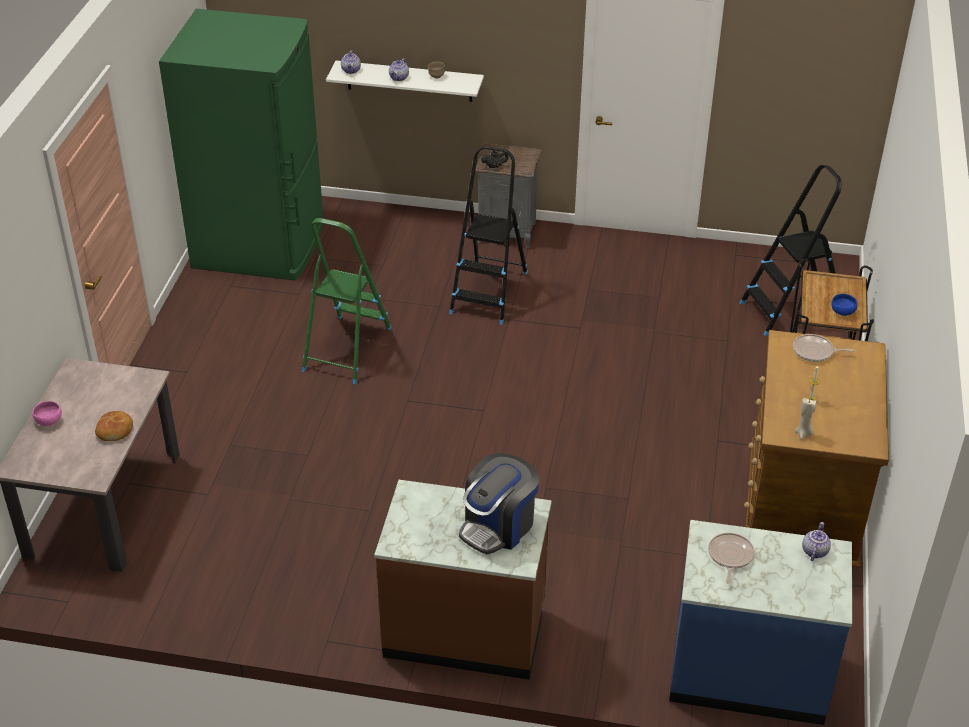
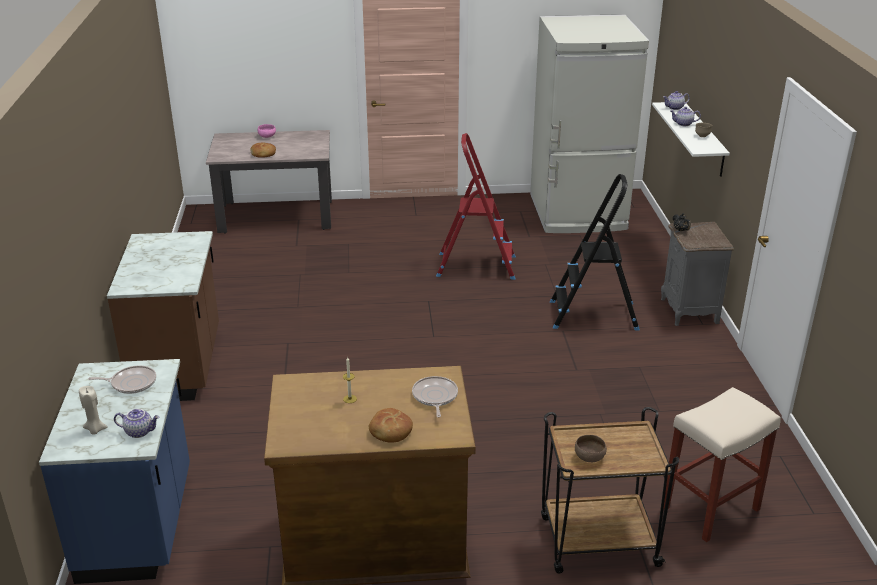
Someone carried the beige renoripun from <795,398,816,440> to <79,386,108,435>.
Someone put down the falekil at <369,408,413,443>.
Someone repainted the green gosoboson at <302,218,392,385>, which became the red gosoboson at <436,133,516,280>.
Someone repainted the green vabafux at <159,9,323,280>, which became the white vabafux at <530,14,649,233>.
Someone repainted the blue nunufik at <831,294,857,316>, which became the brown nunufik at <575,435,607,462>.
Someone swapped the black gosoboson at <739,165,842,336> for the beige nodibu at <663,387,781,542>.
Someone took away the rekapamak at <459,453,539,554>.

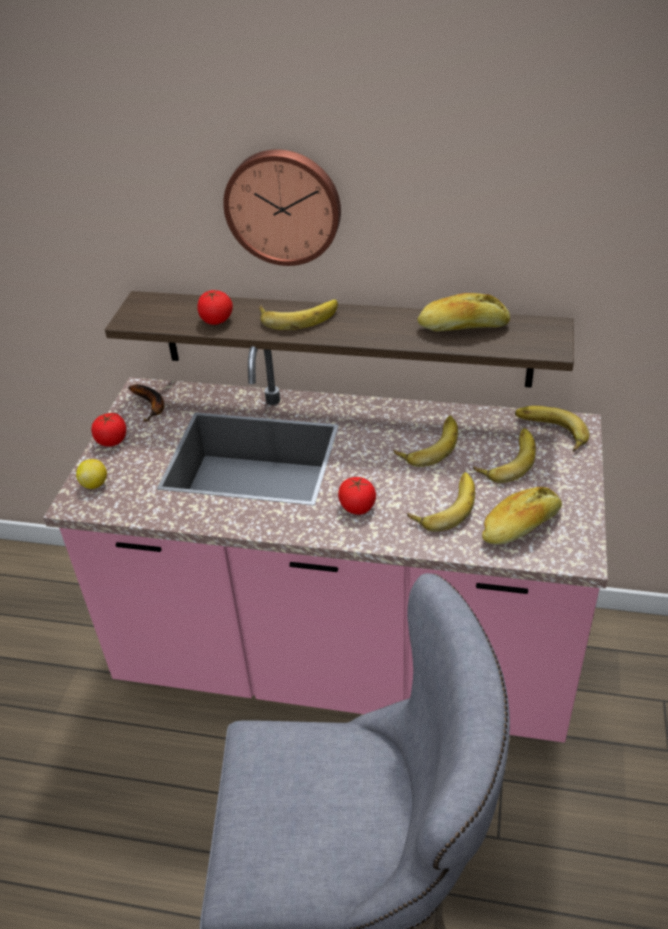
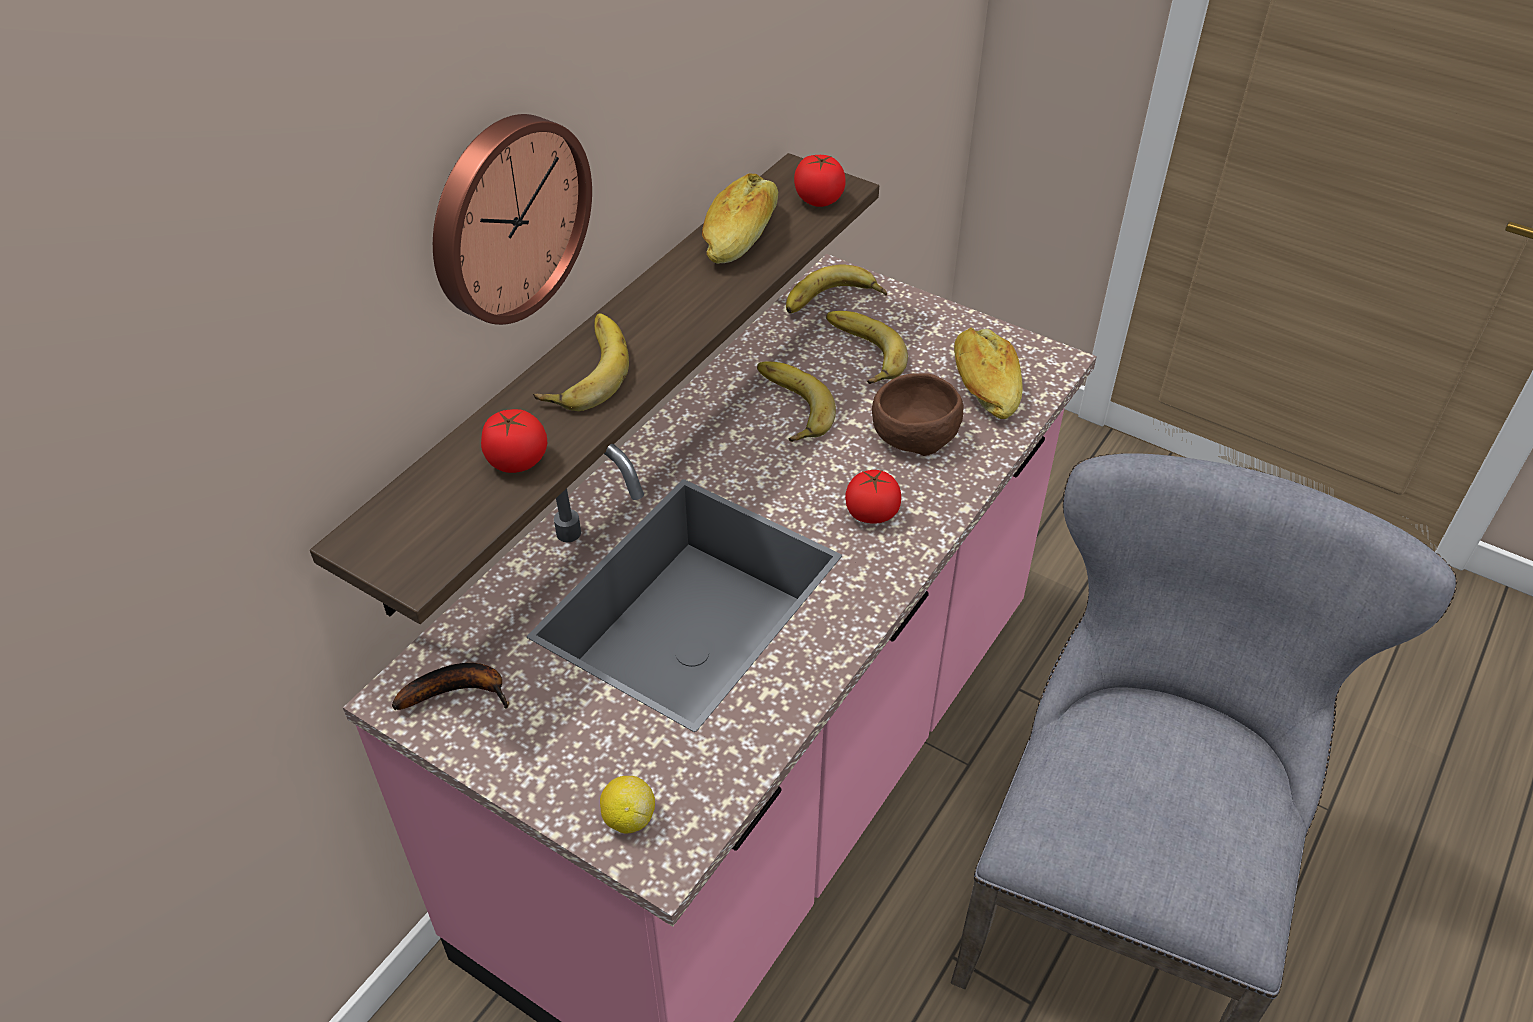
Someone carried the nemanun from <91,413,126,447> to <794,155,846,207>.
Someone swapped the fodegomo at <407,472,475,532> for the brown nunufik at <872,373,963,456>.

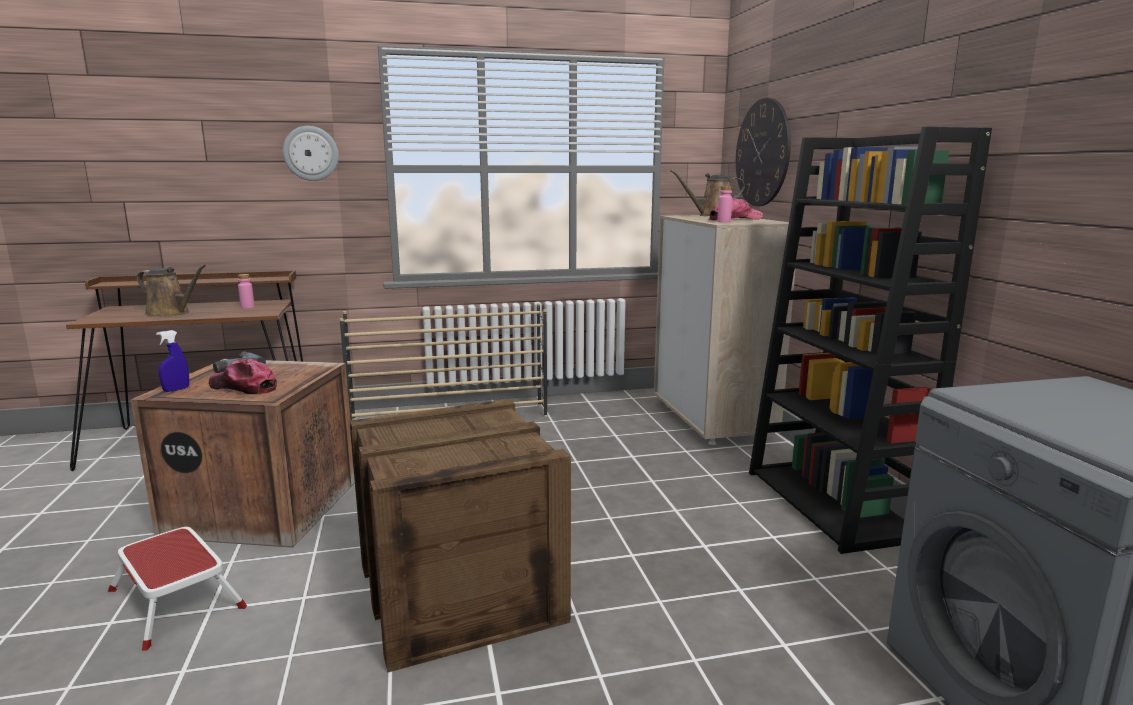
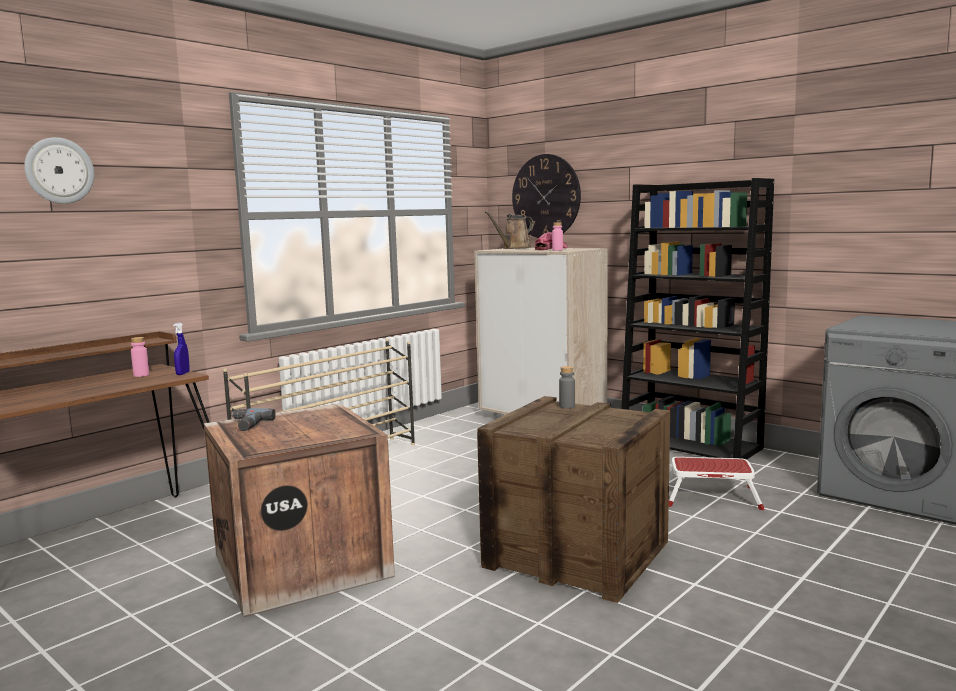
Someone carried the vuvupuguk from <283,126,339,181> to <24,137,94,204>.
Someone carried the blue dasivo from <156,330,189,392> to <173,322,190,375>.
Someone put down the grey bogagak at <559,366,575,409>.
Someone carried the red gosoboson from <108,527,247,651> to <669,457,765,510>.
Someone took away the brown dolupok at <137,265,206,317>.
Someone took away the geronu at <209,359,277,394>.

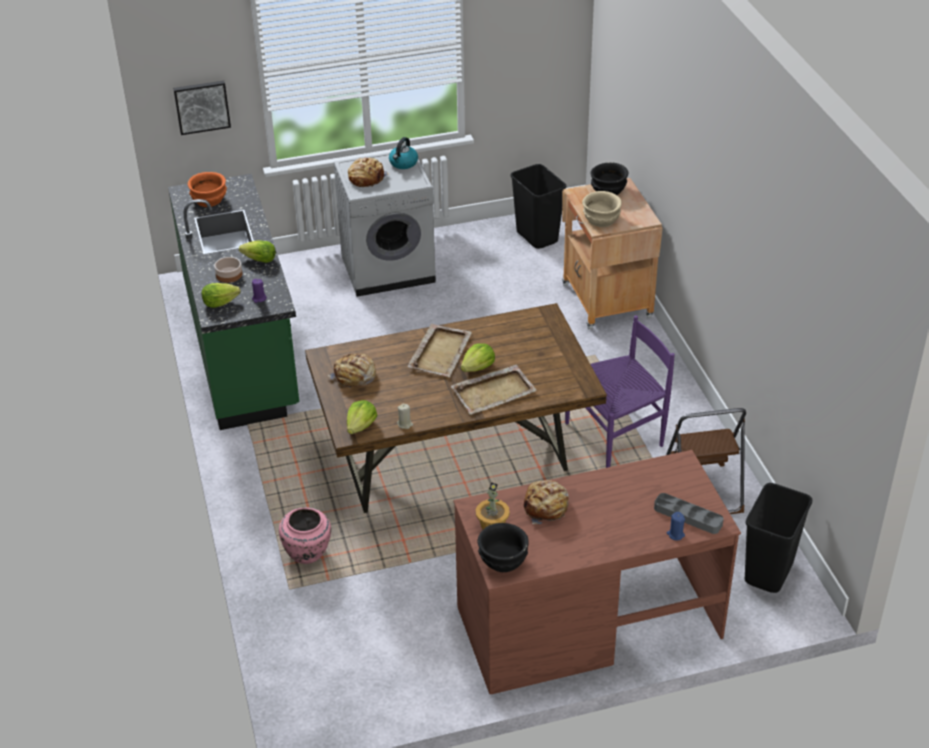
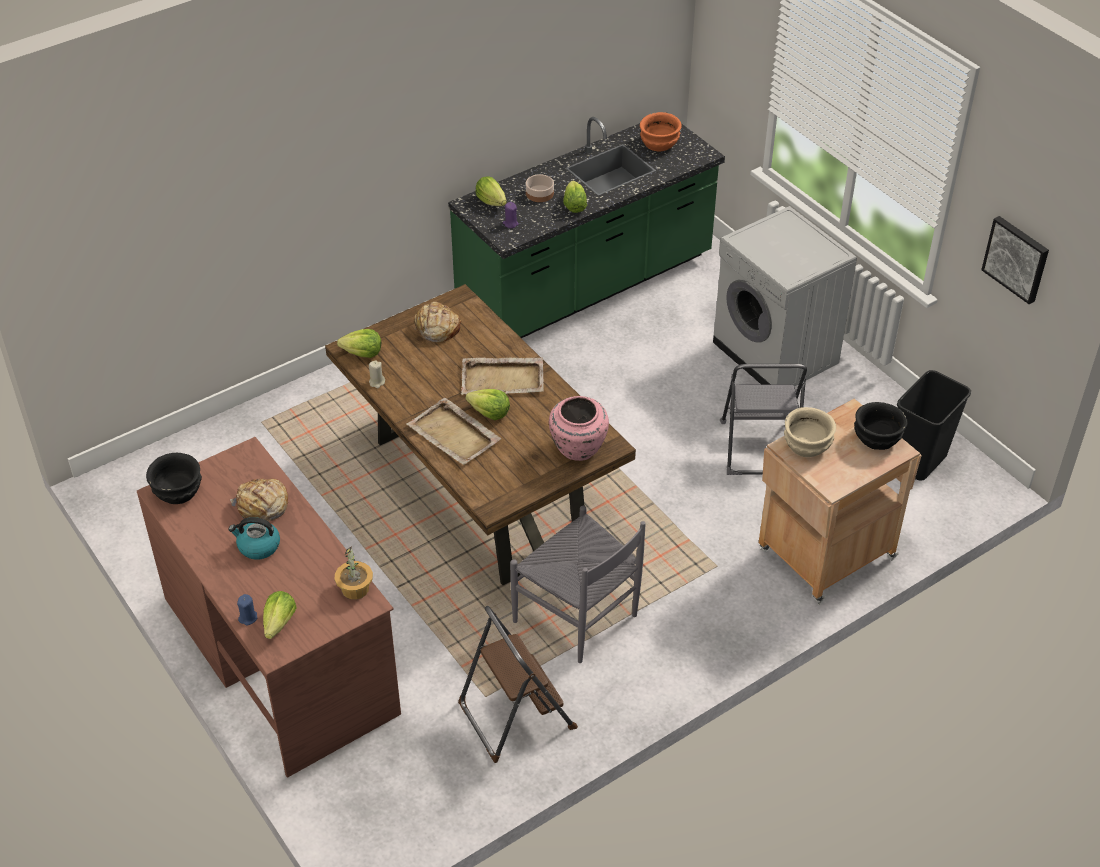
Someone carried the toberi from <389,137,418,169> to <229,517,280,560>.
Someone swapped the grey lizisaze at <654,493,724,534> for the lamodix at <263,591,297,639>.
Someone carried the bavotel from <476,482,510,529> to <334,546,373,600>.
Someone repainted the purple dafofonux at <565,315,675,468>, which became the grey dafofonux at <510,506,646,663>.
Someone carried the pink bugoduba from <279,507,331,564> to <549,396,609,461>.
Someone put down the grey gosoboson at <720,364,807,475>.
Someone carried the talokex from <173,81,231,135> to <981,216,1049,304>.
Someone took away the falekil at <348,158,389,187>.
Someone took away the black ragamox at <745,483,812,593>.

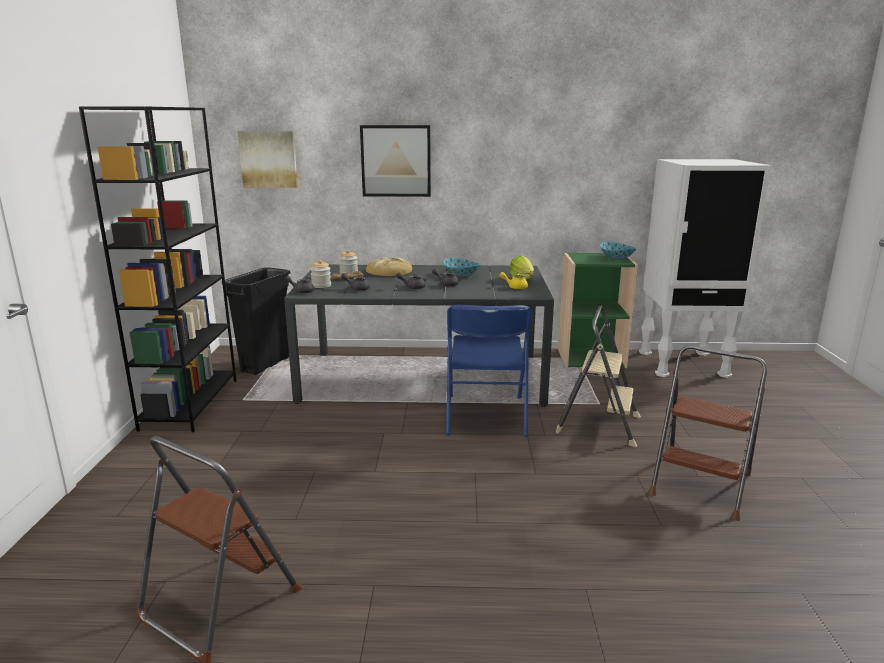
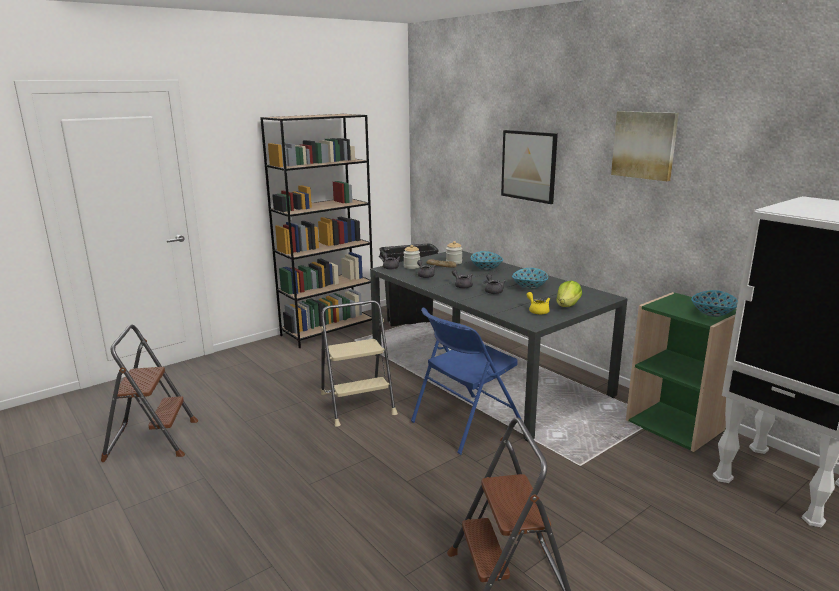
Someone repainted the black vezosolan at <79,106,237,432>, which became the beige vezosolan at <260,114,373,348>.
Someone carried the beige gosoboson from <556,306,641,447> to <321,300,398,427>.
Someone swapped the falekil at <366,257,412,276> for the nunufik at <471,251,503,270>.
Someone carried the talokex from <238,131,298,188> to <611,111,679,181>.

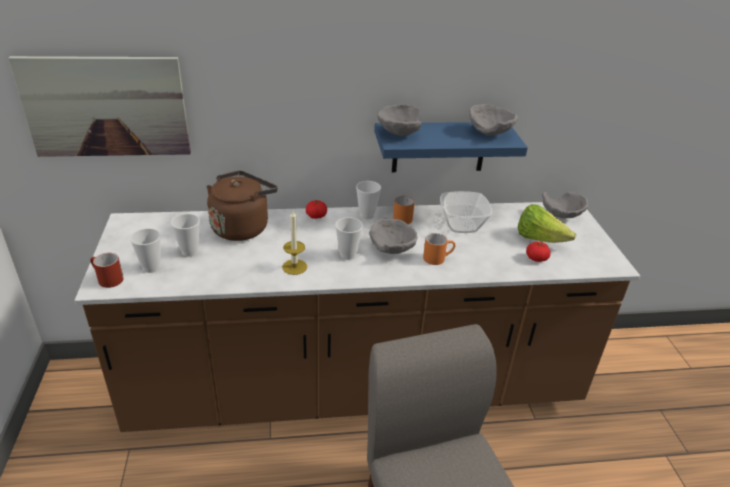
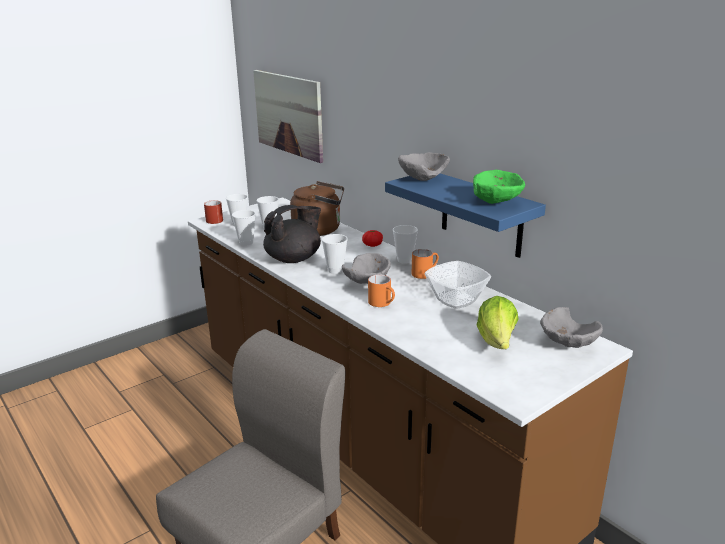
Someone put down the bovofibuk at <232,210,256,246>.
Someone swapped the renoripun at <282,211,307,275> for the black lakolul at <263,205,321,263>.
Someone repainted the grey nunufik at <469,104,518,136>, which became the green nunufik at <473,170,525,204>.
Someone took away the nemanun at <526,242,551,262>.

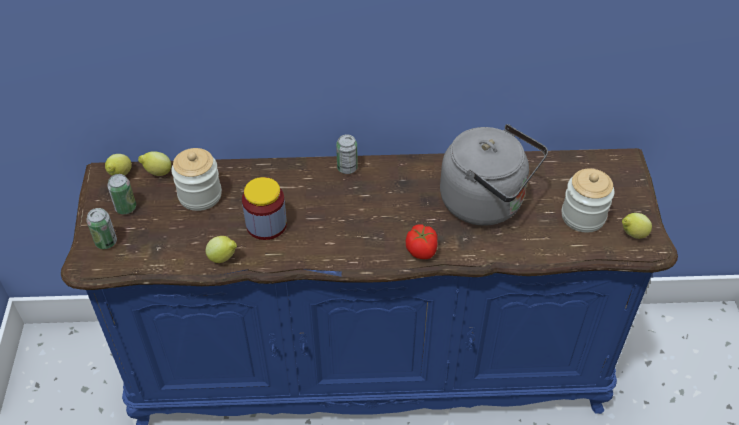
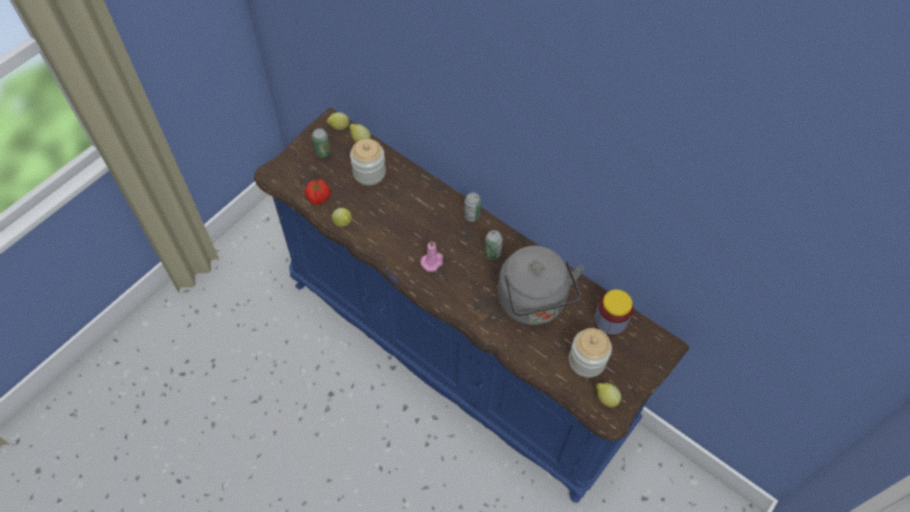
Someone carried the nemanun from <406,224,438,259> to <304,179,331,205>.
Someone put down the pink renoripun at <420,241,443,272>.
Someone carried the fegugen from <86,208,117,249> to <484,230,503,260>.
Someone carried the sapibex from <242,177,287,240> to <594,289,633,336>.

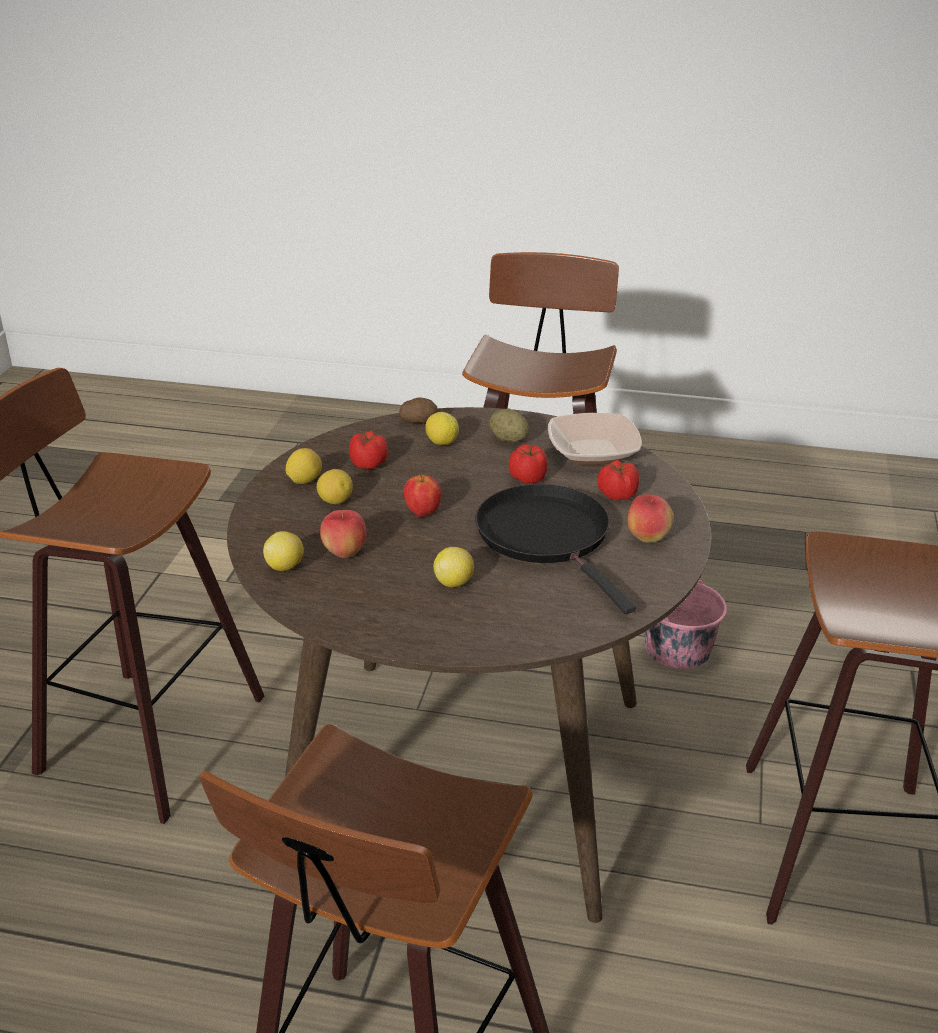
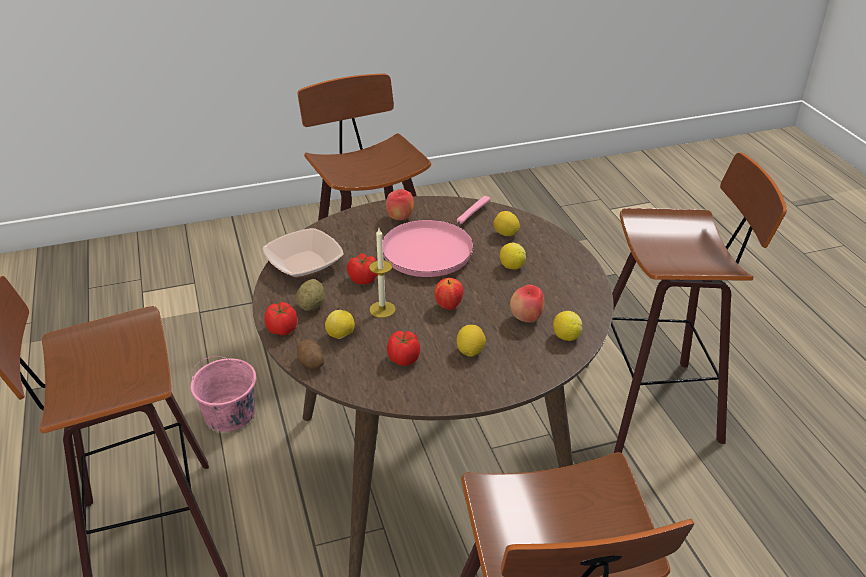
Someone carried the nemanun from <597,460,640,501> to <264,302,297,335>.
Someone put down the renoripun at <369,228,396,318>.
Someone repainted the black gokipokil at <475,484,636,614>, which became the pink gokipokil at <382,196,491,277>.
Someone carried the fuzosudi from <285,448,322,484> to <493,211,520,236>.

